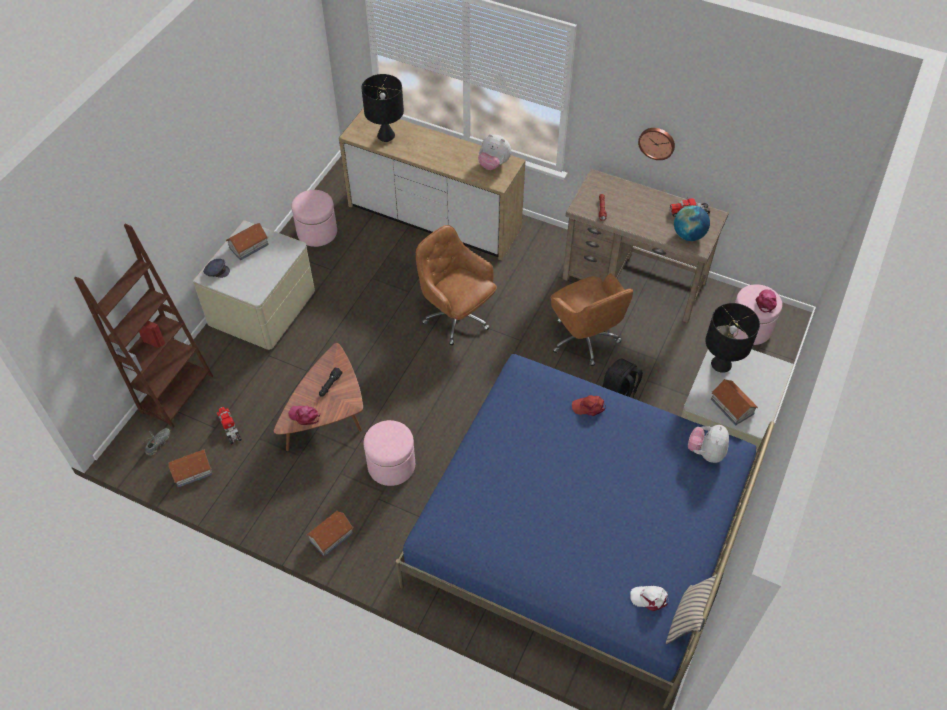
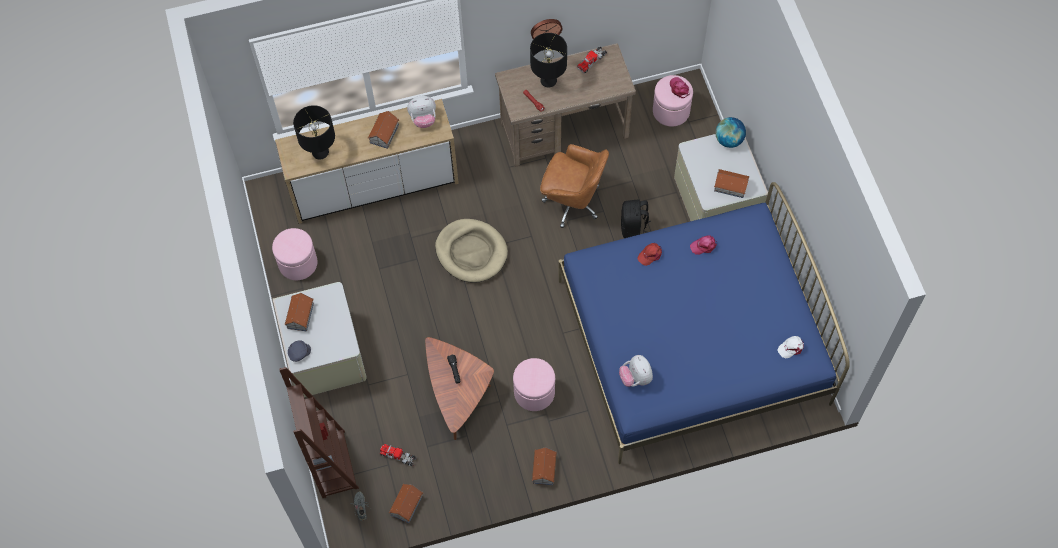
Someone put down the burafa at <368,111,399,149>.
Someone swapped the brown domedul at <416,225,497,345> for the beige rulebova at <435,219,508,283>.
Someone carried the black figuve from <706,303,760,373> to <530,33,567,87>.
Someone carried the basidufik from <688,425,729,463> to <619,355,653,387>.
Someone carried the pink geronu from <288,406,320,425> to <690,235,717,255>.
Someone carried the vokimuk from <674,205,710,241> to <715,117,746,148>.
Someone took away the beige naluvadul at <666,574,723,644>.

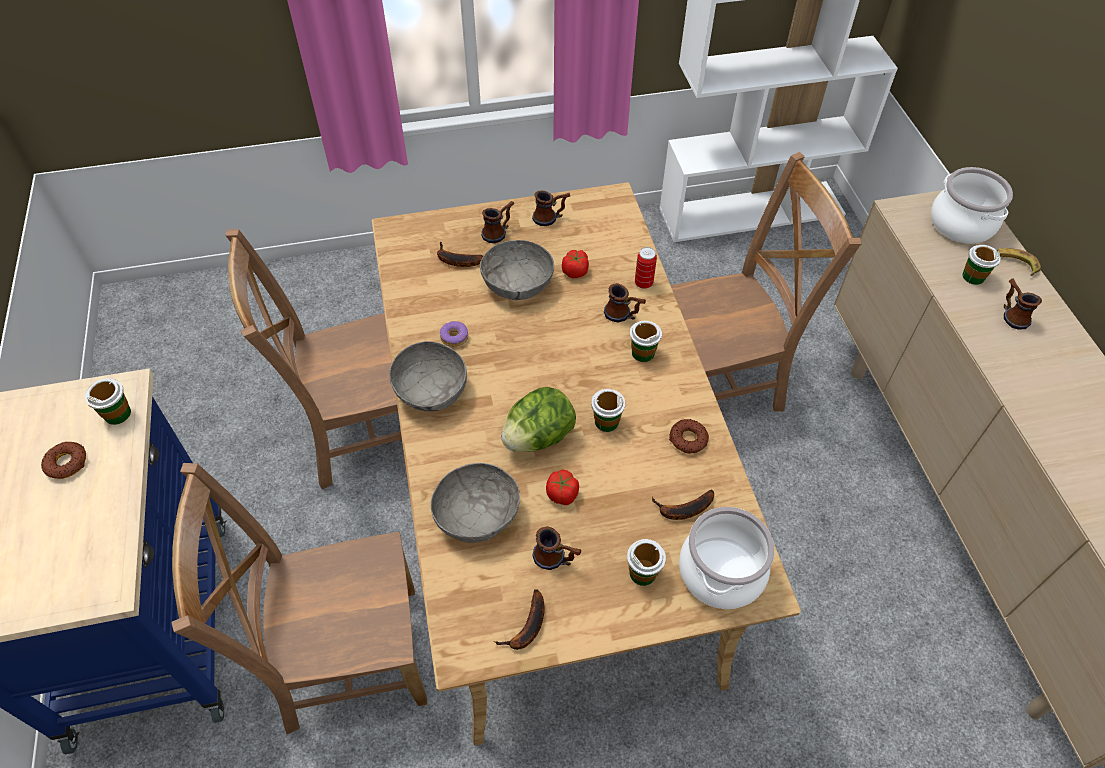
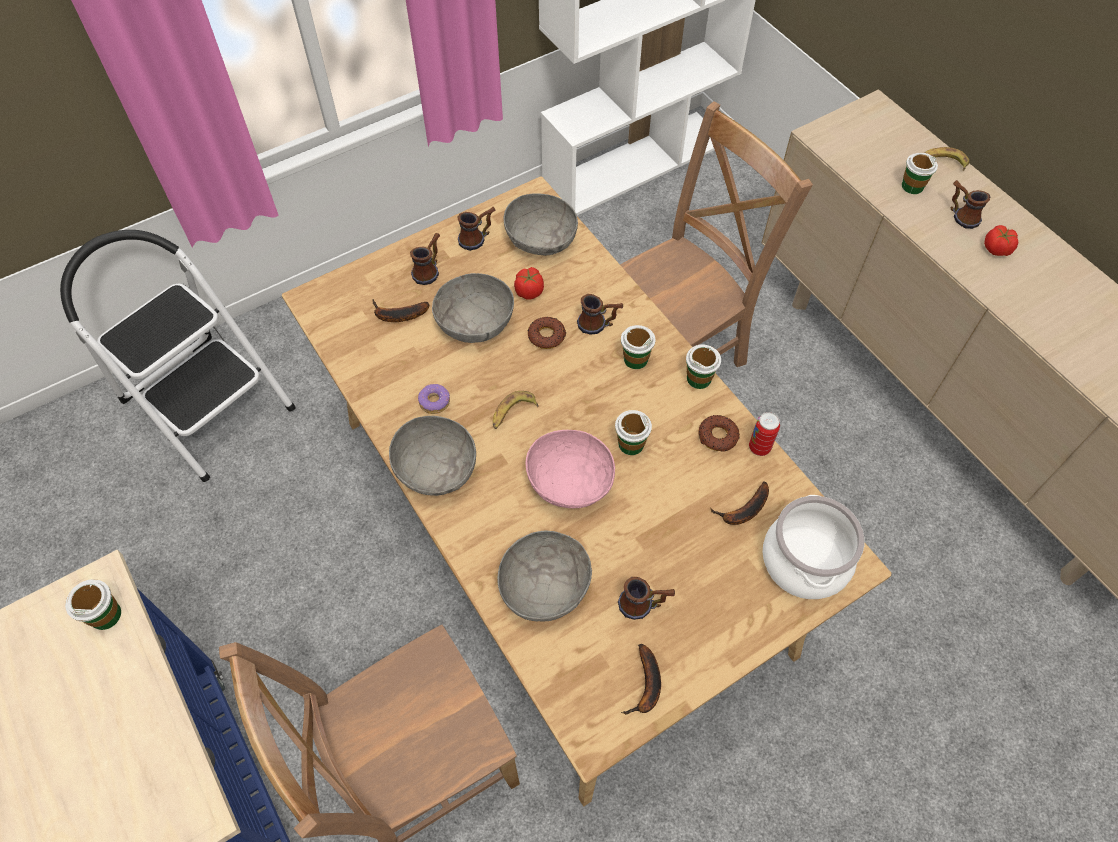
Someone put down the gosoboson at <60,230,296,482>.
Someone put down the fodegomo at <493,391,539,429>.
Someone put down the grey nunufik at <503,193,578,256>.
Someone swapped the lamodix at <501,387,576,452> for the pink nunufik at <525,430,615,508>.
Someone carried the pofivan from <41,442,86,479> to <528,317,567,349>.
Someone carried the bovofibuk from <627,539,666,586> to <686,345,721,389>.
Someone carried the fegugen from <635,247,657,289> to <749,412,780,456>.
Someone carried the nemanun from <546,469,579,505> to <984,225,1018,256>.
Someone took away the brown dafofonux at <225,229,402,490>.
Someone took away the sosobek at <931,167,1013,244>.

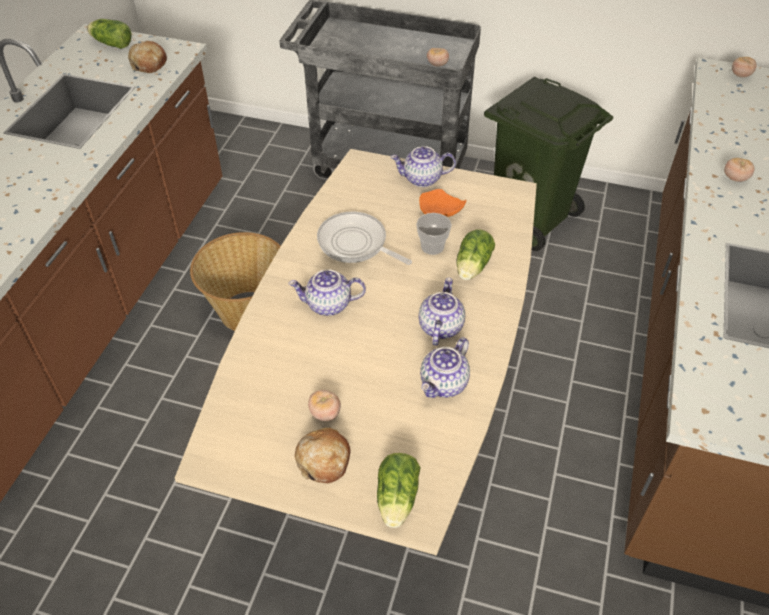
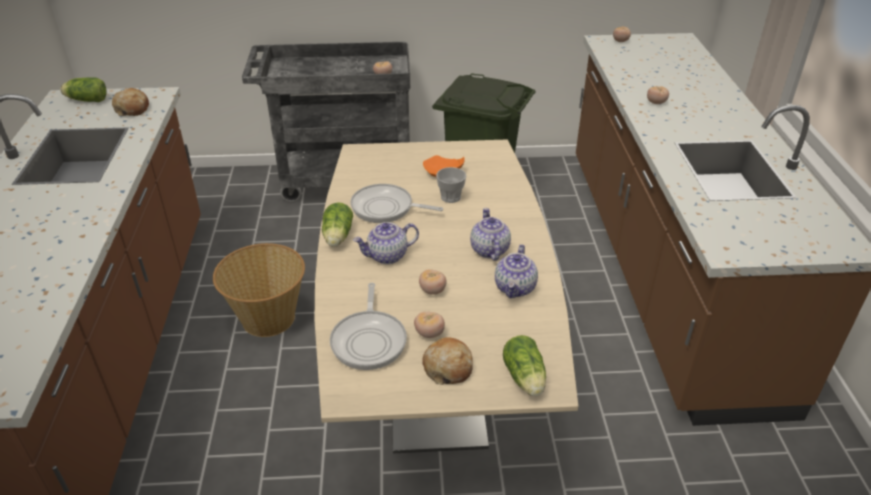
Someone carried the lamodix from <456,230,495,280> to <322,203,353,247>.
Someone put down the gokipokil at <330,283,407,370>.
Someone put down the nemanun at <419,269,447,295>.
Someone took away the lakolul at <391,146,456,187>.

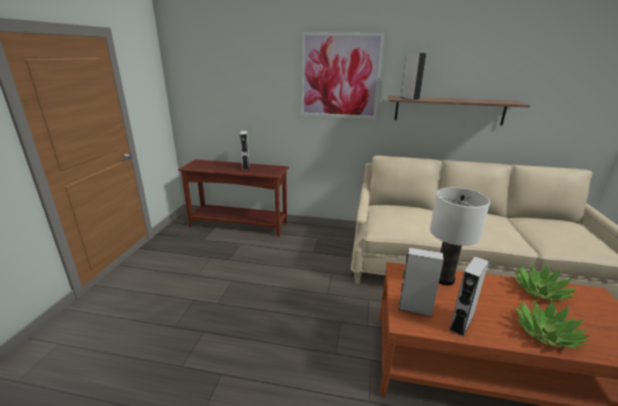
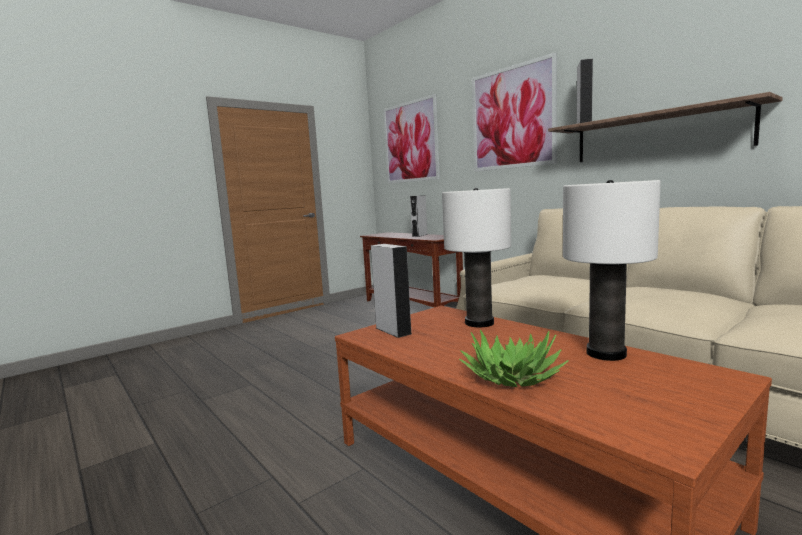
Someone put up the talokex at <383,94,440,184>.
Someone swapped the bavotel at <514,264,577,301> for the white figuve at <563,180,661,361>.
Someone took away the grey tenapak at <449,256,489,336>.

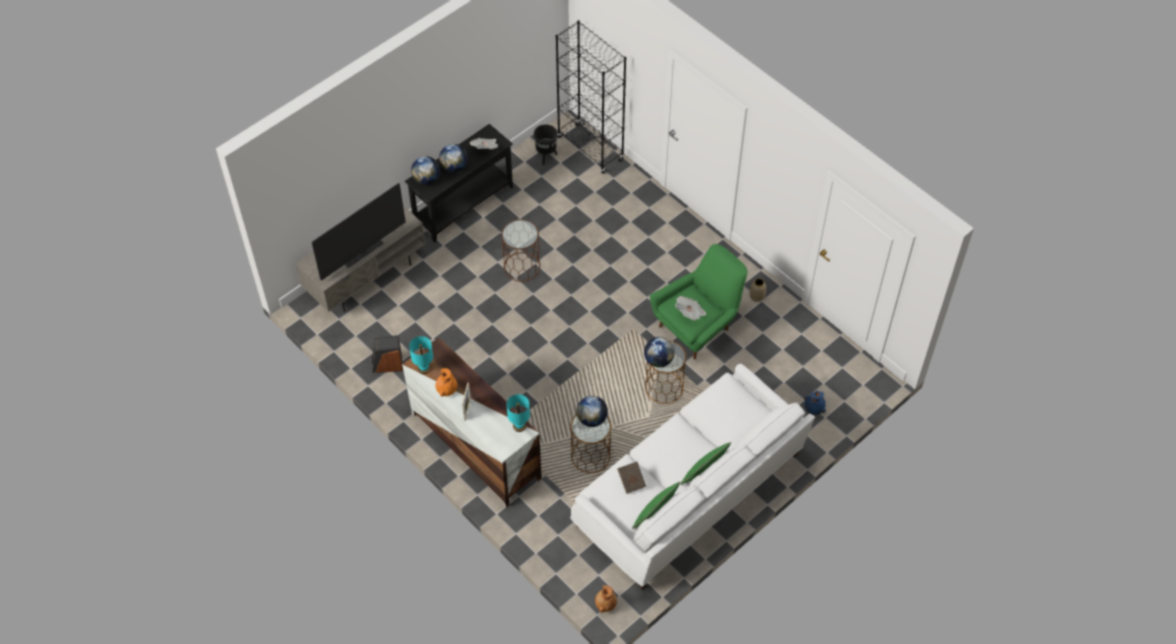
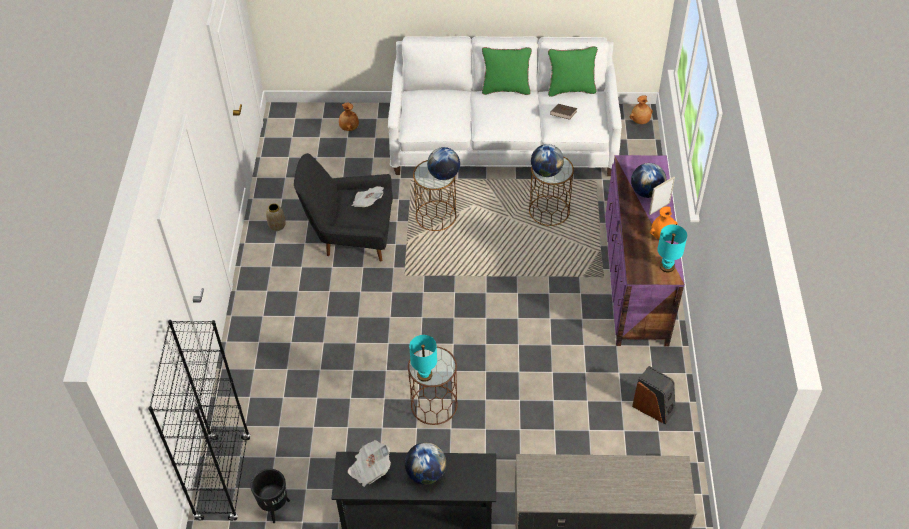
Someone repainted the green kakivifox at <650,244,748,359>, which became the black kakivifox at <294,153,393,262>.
Someone repainted the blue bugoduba at <804,391,826,415>, which became the brown bugoduba at <339,103,359,131>.
Someone carried the turquoise figuve from <507,394,530,432> to <409,335,437,382>.
Someone repainted the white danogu at <402,338,542,507>, which became the purple danogu at <605,155,685,347>.
Someone carried the vokimuk from <411,156,440,185> to <631,163,667,198>.
Someone took away the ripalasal at <311,183,406,280>.

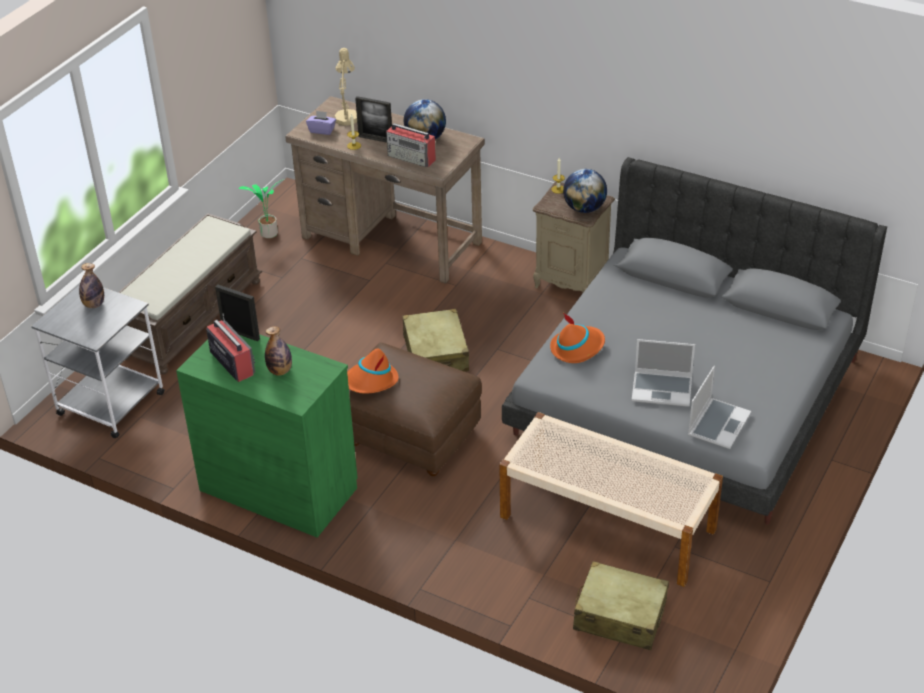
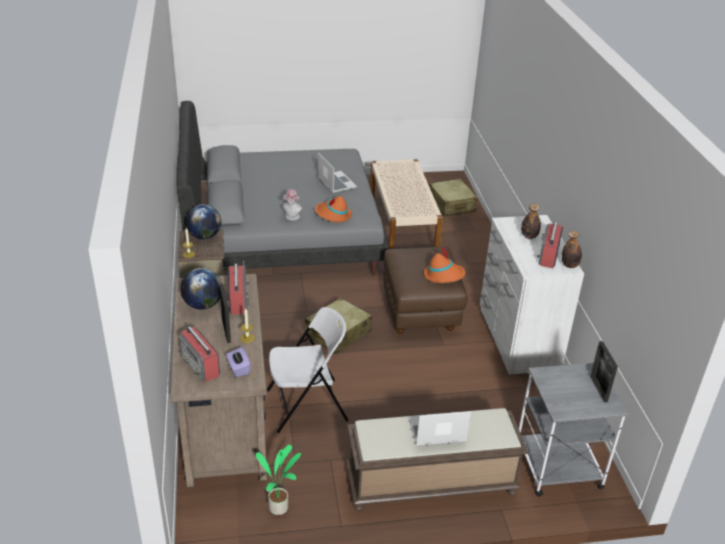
Someone swapped the beige figuve at <335,48,357,126> for the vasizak at <179,326,220,382>.
Someone put down the white dafofonux at <267,307,348,433>.
Someone put down the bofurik at <283,189,302,221>.
Someone carried the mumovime from <688,366,751,449> to <409,411,471,446>.
Someone repainted the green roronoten at <176,334,358,538>, which became the white roronoten at <480,215,584,375>.
Someone carried the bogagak from <79,263,104,308> to <562,231,582,268>.
Someone carried the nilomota from <215,284,260,341> to <590,341,618,402>.

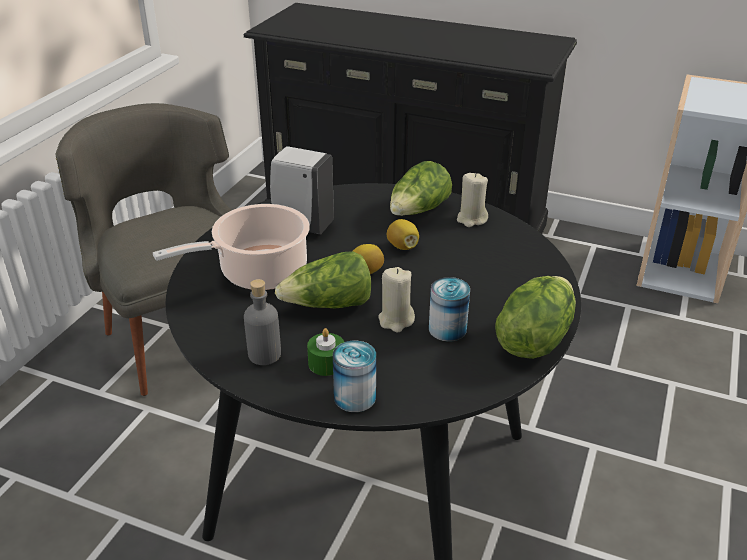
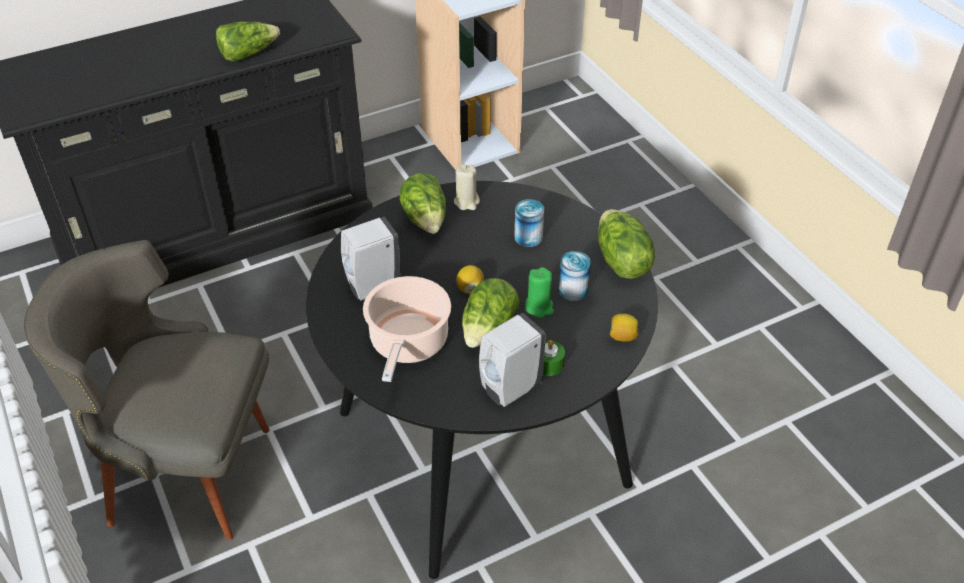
Someone put down the lamodix at <216,22,280,62>.
Someone swapped the grey bogagak at <244,279,281,365> for the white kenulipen at <479,313,546,407>.
Someone carried the fegugen from <333,341,376,412> to <514,199,544,247>.
Someone repainted the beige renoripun at <378,267,415,333>, which became the green renoripun at <525,267,554,318>.
Someone carried the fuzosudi from <387,219,419,250> to <610,314,639,342>.

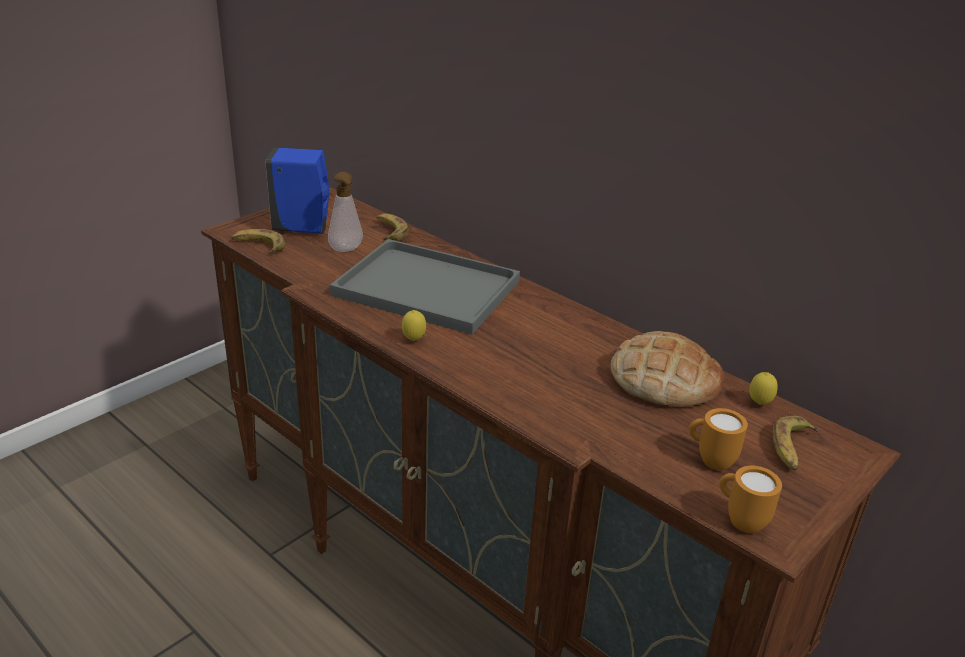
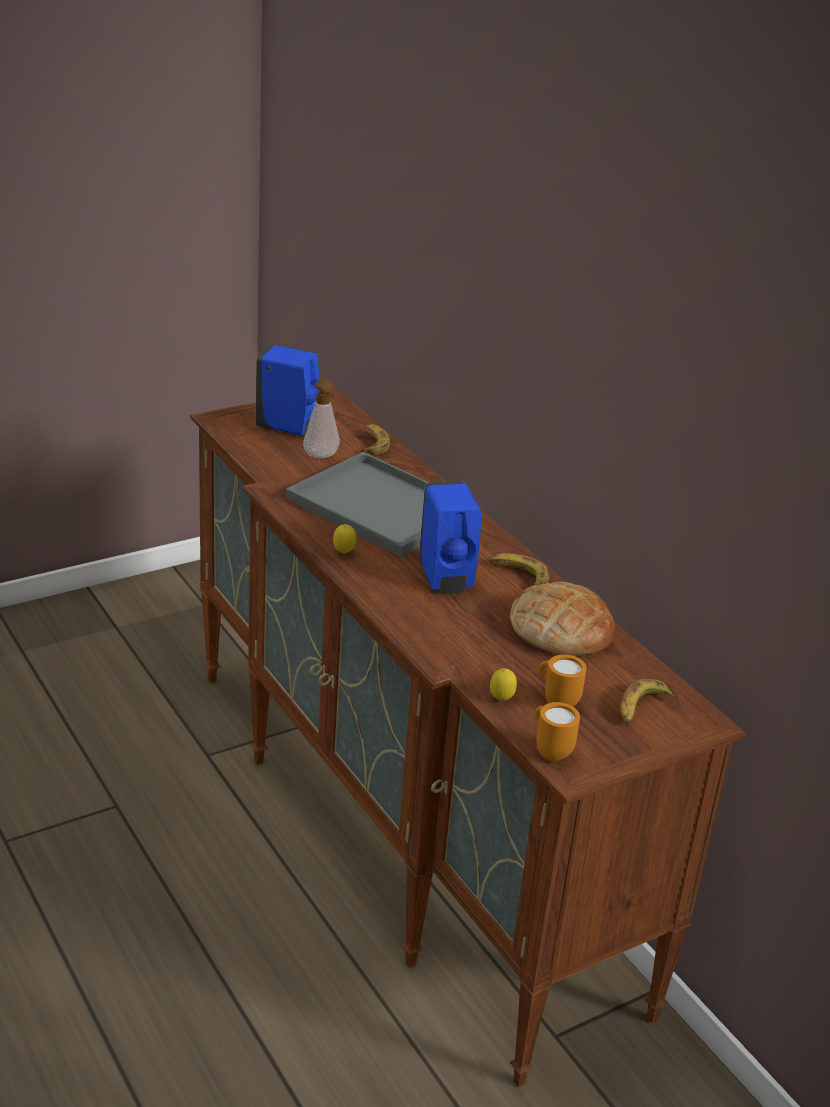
Someone put down the blue kenulipen at <419,481,482,594>.
Someone carried the fodegomo from <231,229,286,253> to <490,553,550,586>.
Someone carried the fuzosudi from <749,372,778,405> to <490,668,517,701>.

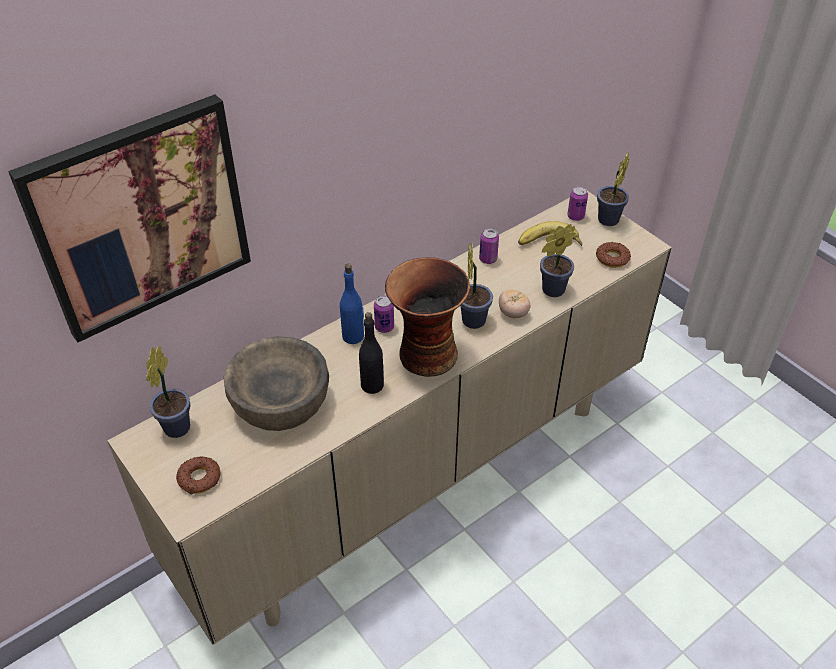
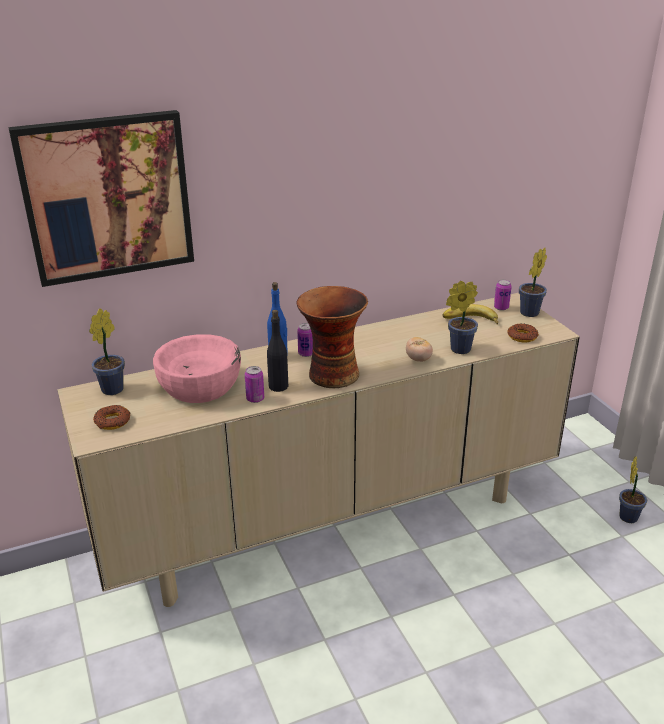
Someone repainted the brown nunufik at <223,336,329,431>, which became the pink nunufik at <153,334,241,403>.
Someone carried the fegugen from <479,228,499,264> to <245,366,264,403>.
Someone carried the bavotel from <460,243,493,329> to <619,456,647,523>.

